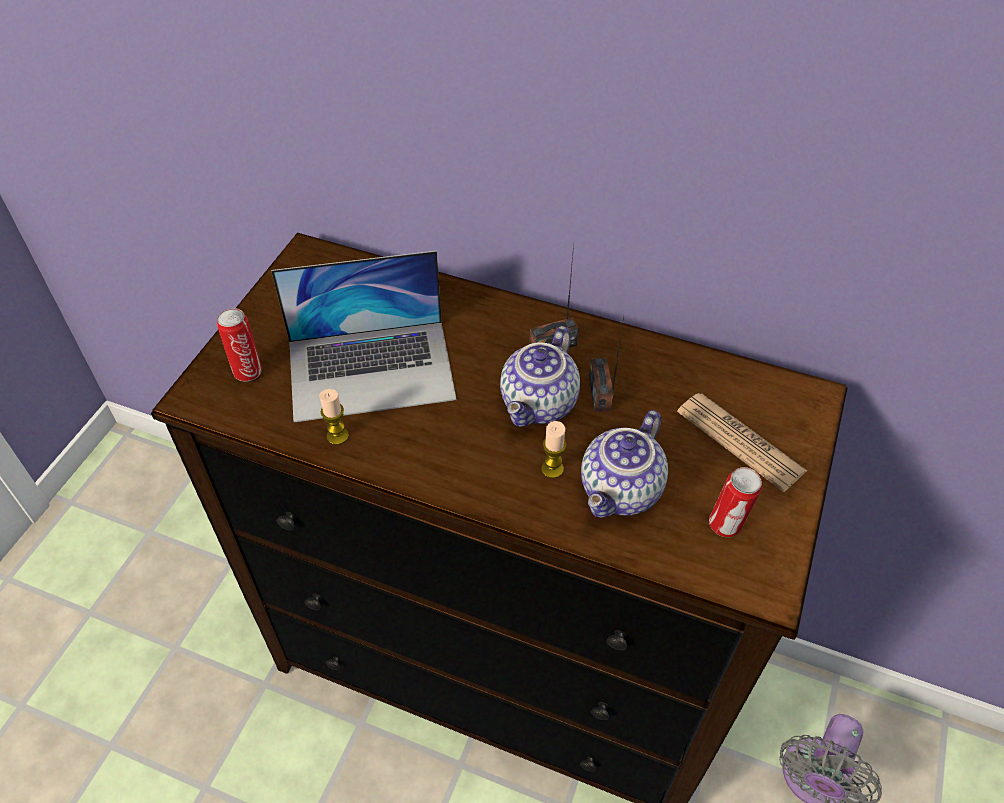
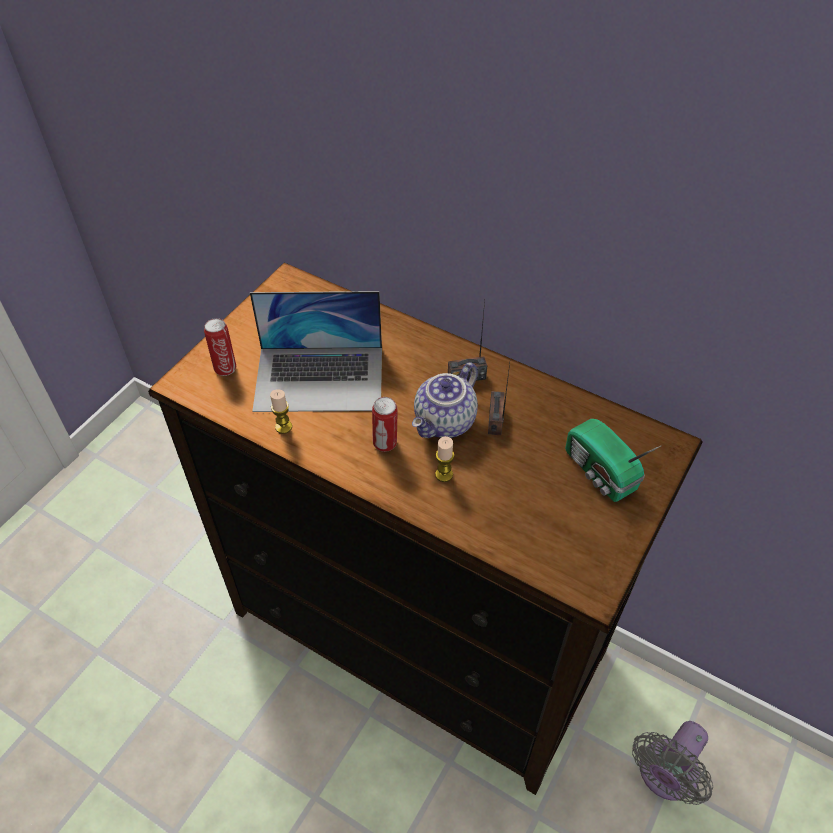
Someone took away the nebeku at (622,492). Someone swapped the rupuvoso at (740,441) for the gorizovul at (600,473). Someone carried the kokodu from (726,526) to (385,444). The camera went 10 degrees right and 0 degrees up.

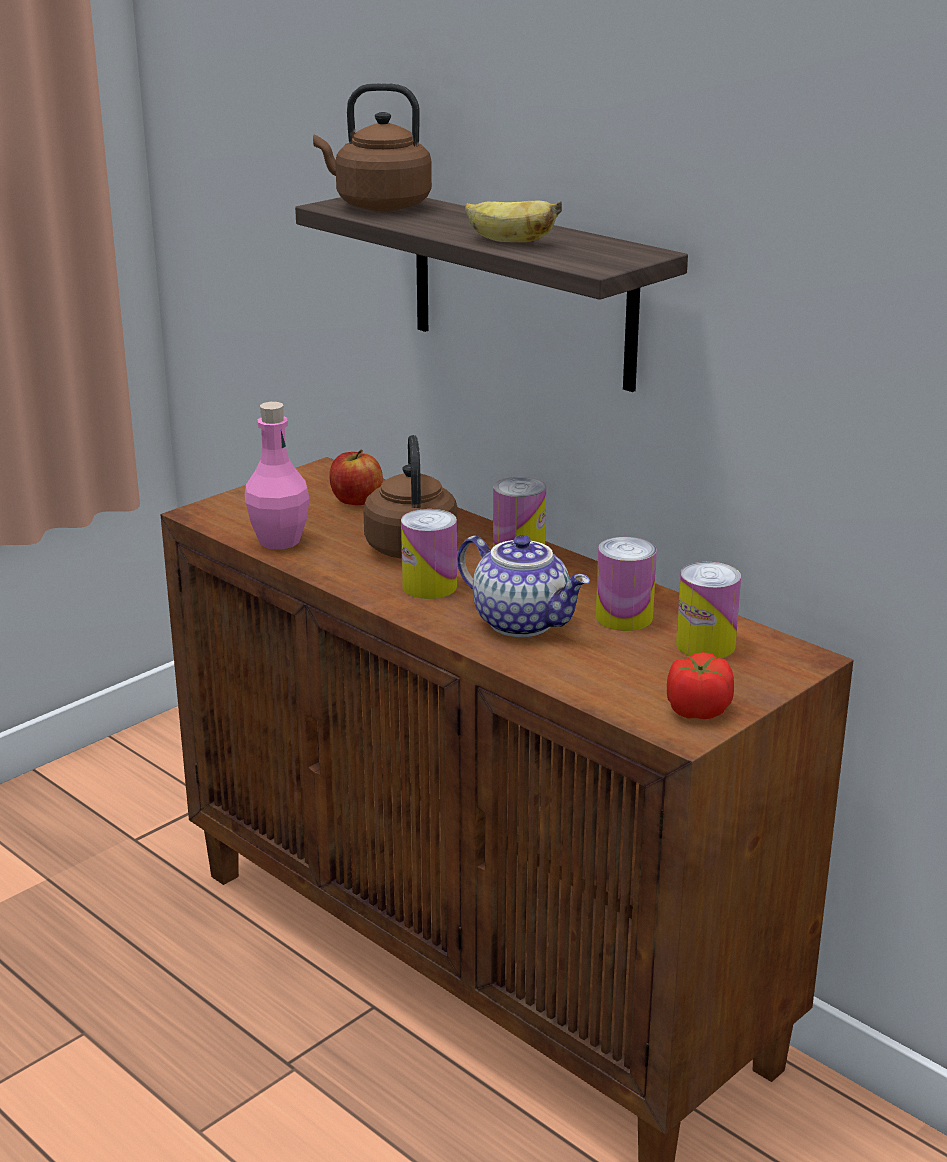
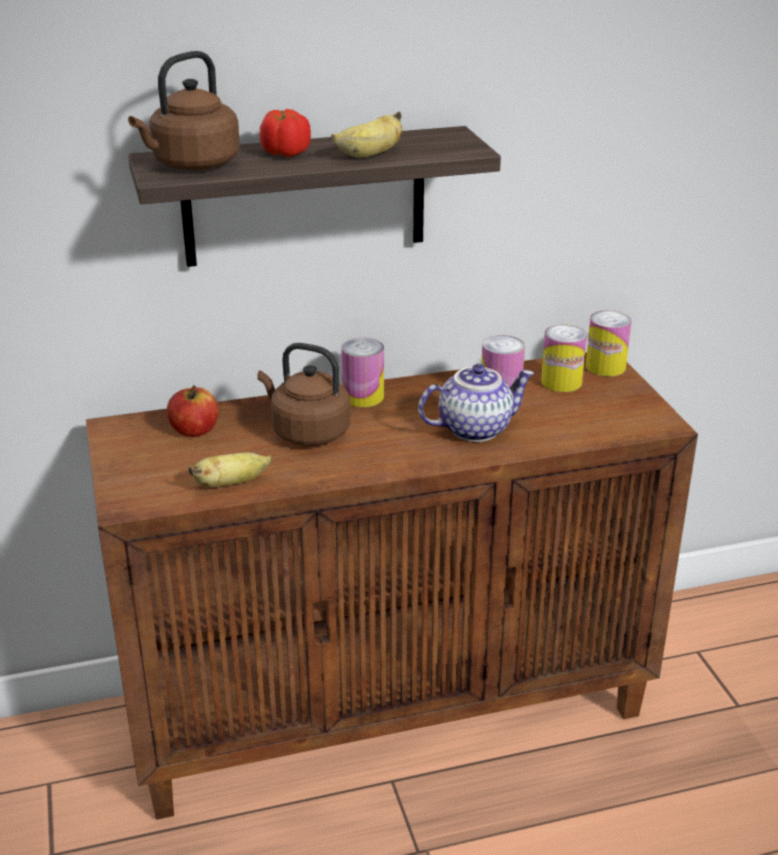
Someone swapped the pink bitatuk at (279,541) for the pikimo at (231,483). Someone carried the kokodu from (429,586) to (605,367). Someone carried the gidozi from (697,710) to (286,153). The camera went 60 degrees left and 5 degrees up.

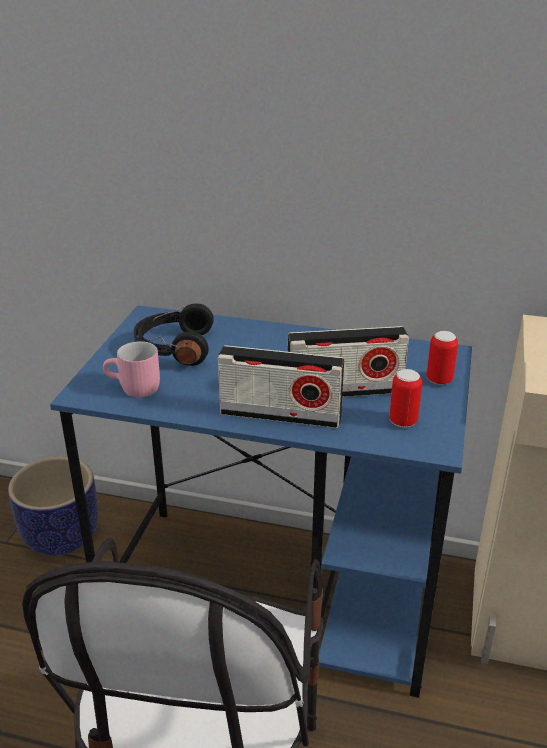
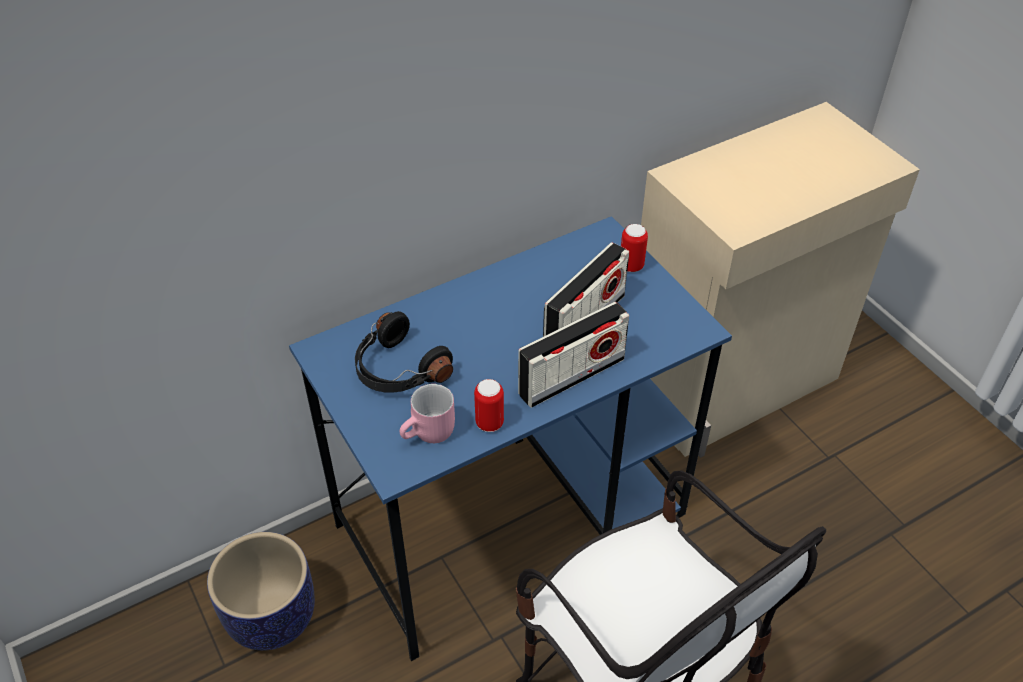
Someone carried the kokodu from (403,421) to (489,423). The camera went 45 degrees left and 15 degrees up.

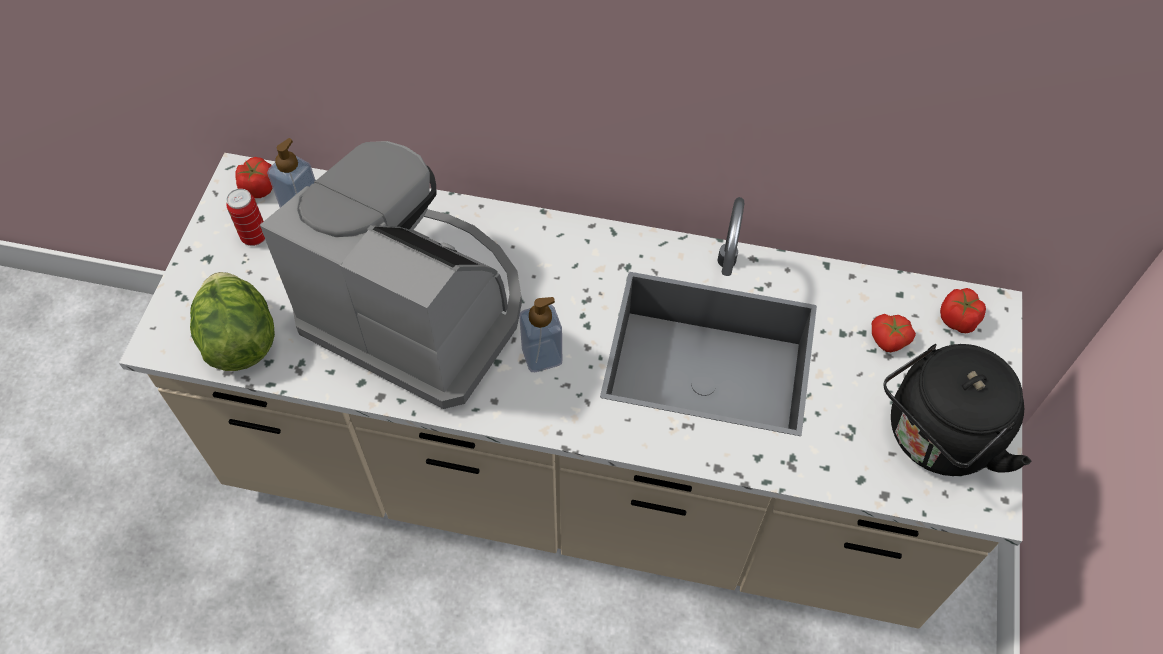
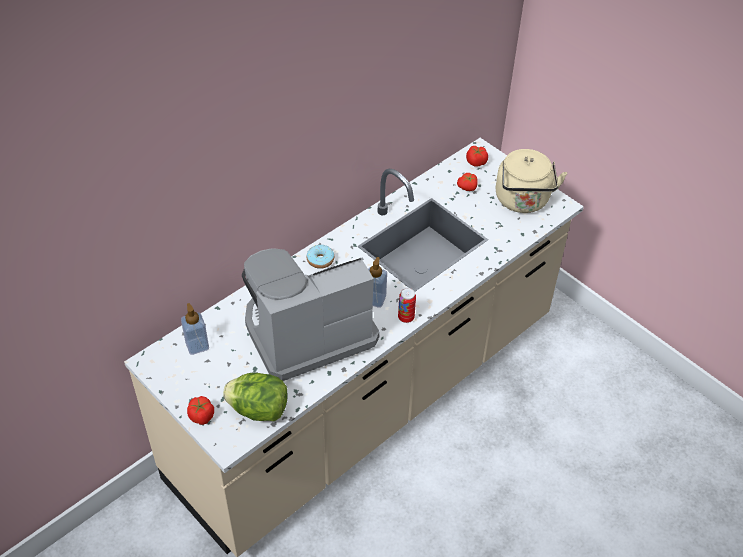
Someone carried the kokodu from (254,237) to (406,317). Someone carried the gidozi from (259,188) to (201,416). Someone repainted the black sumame at (936,438), which became the beige sumame at (523,201). Someone put down the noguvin at (320,260). The camera went 55 degrees left and 10 degrees down.

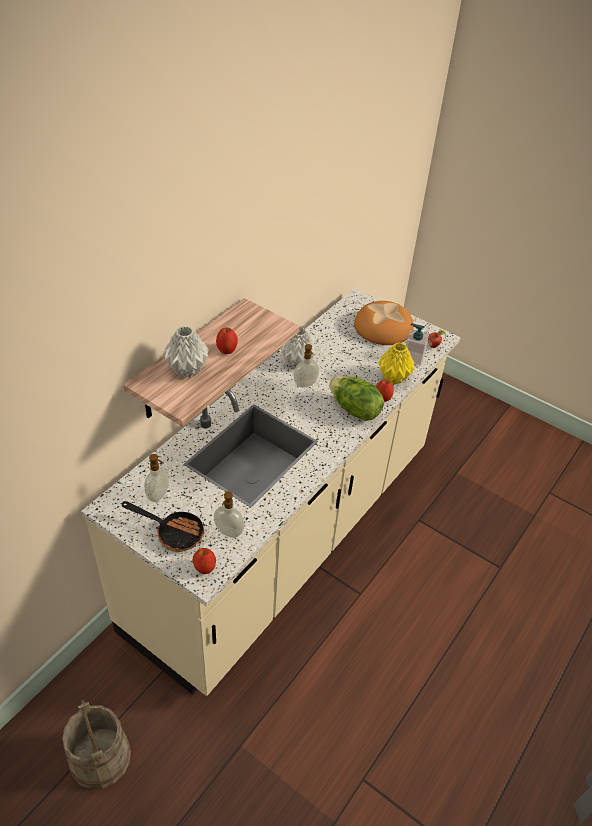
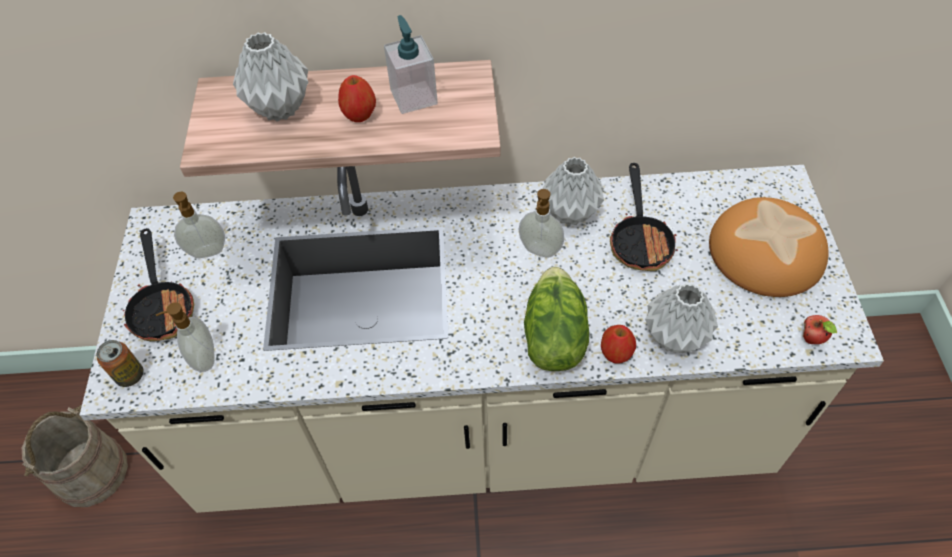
Someone swapped the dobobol at (204,568) for the kokodu at (130,375). Someone repainted the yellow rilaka at (393,378), which became the grey rilaka at (673,338). Someone carried the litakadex from (413,358) to (413,97). Someone put down the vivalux at (640,239). The camera went 55 degrees right and 10 degrees up.

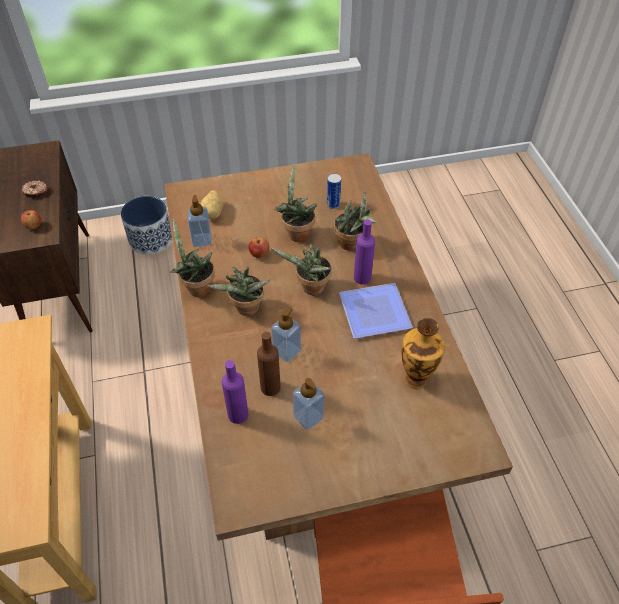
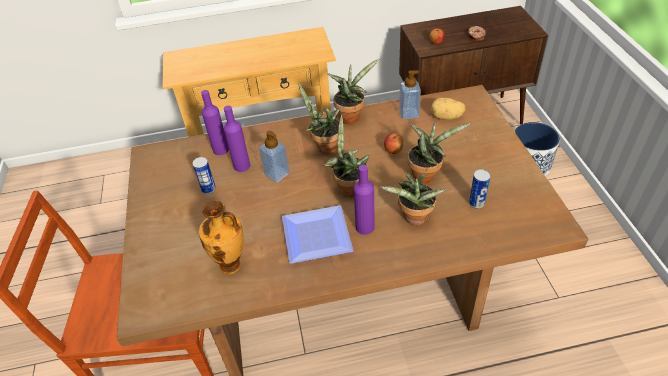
Someone repainted the brown bitatuk at (270,387), which became the purple bitatuk at (242,166). Someone swapped the litakadex at (308,416) for the kokodu at (208,189). The camera went 95 degrees right and 5 degrees down.

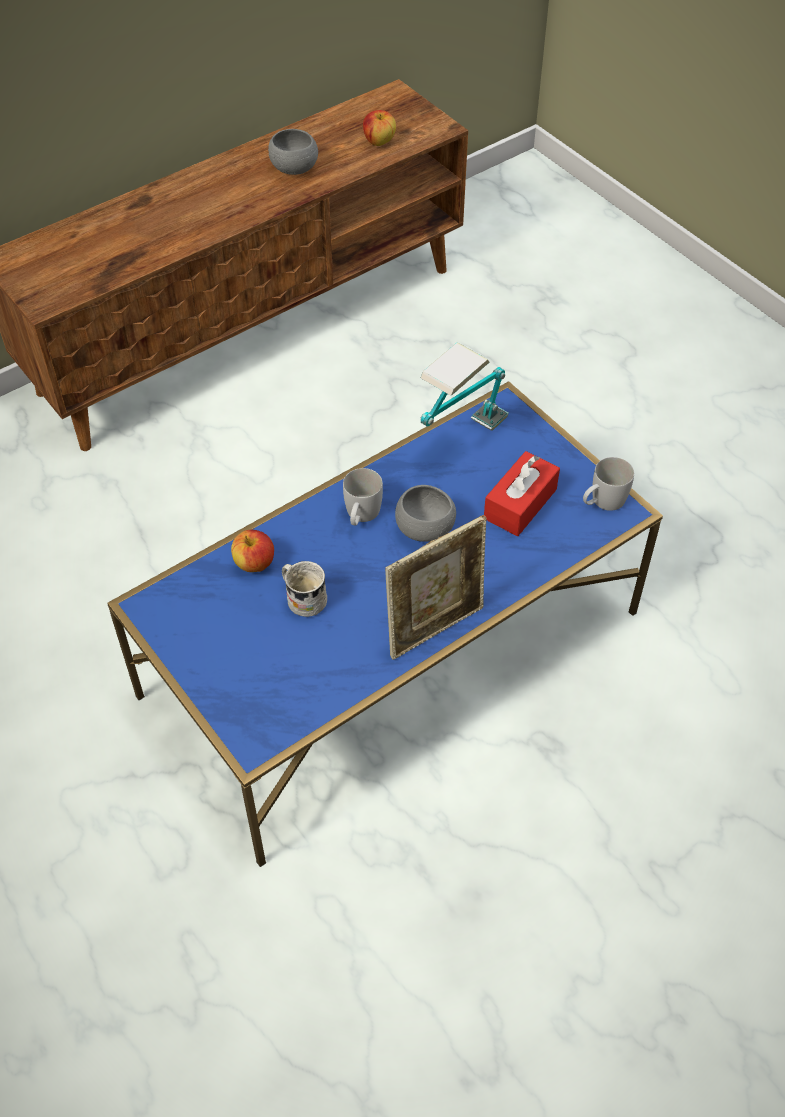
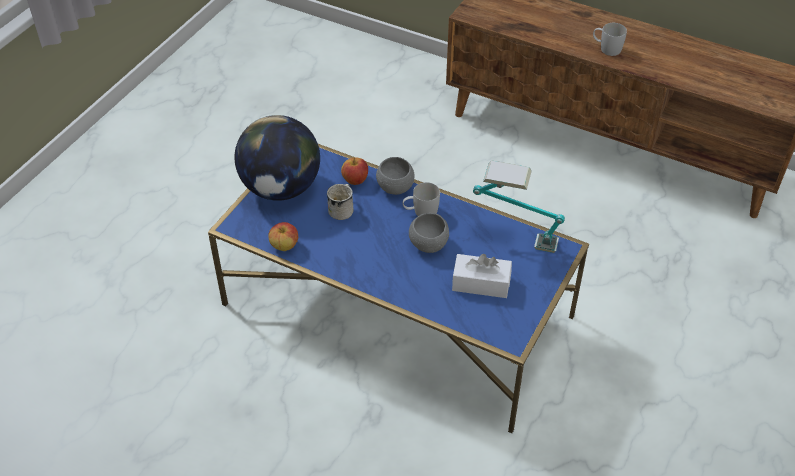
Someone carried the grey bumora from (294,169) to (395,187). Someone carried the dobobol from (379,141) to (284,246). Someone took away the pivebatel at (435,628). Someone repainted the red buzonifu at (520,504), which became the white buzonifu at (481,283). Someone carried the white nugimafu from (602,502) to (606,48). Someone put down the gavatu at (281,188). The camera went 65 degrees right and 5 degrees down.

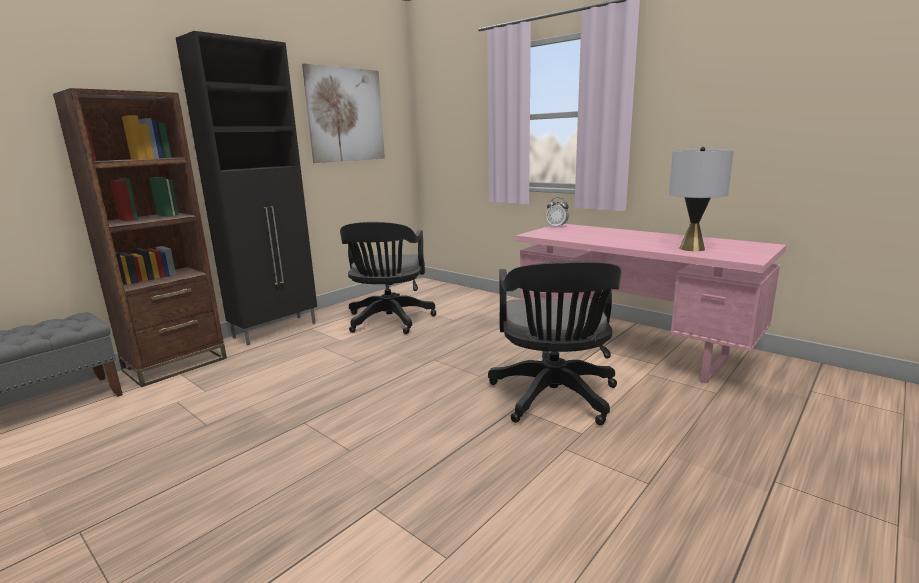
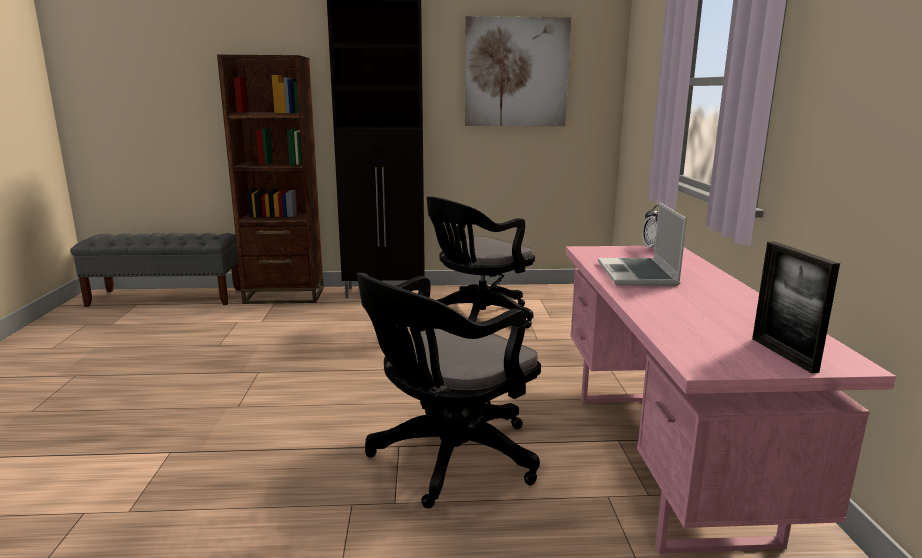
Someone took away the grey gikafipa at (691,248). Someone put down the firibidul at (638,274). Someone put down the pivebatel at (783,354). The camera went 45 degrees right and 0 degrees up.

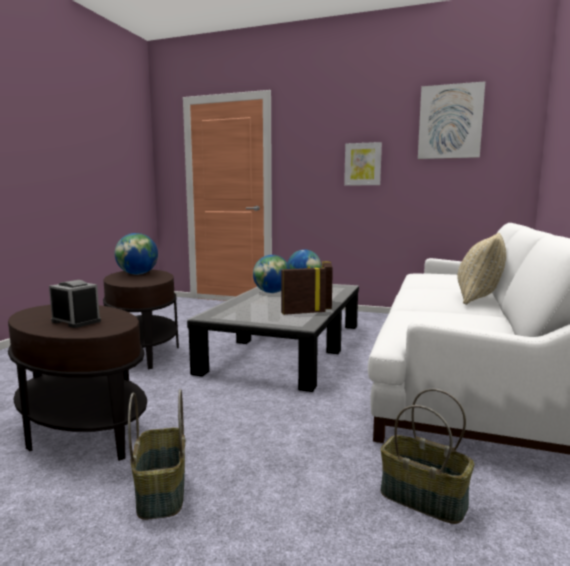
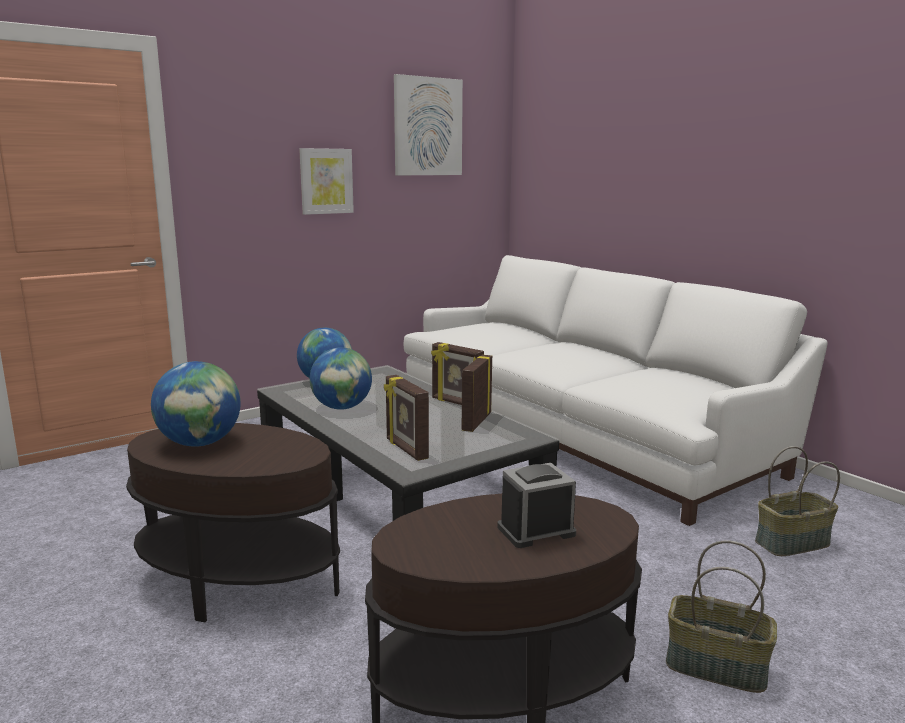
Someone took away the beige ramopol at (478,298). Someone put down the pivebatel at (406,449). The camera went 55 degrees left and 5 degrees up.

